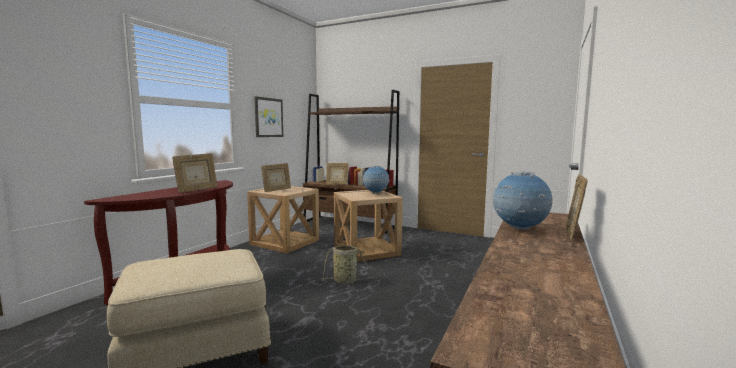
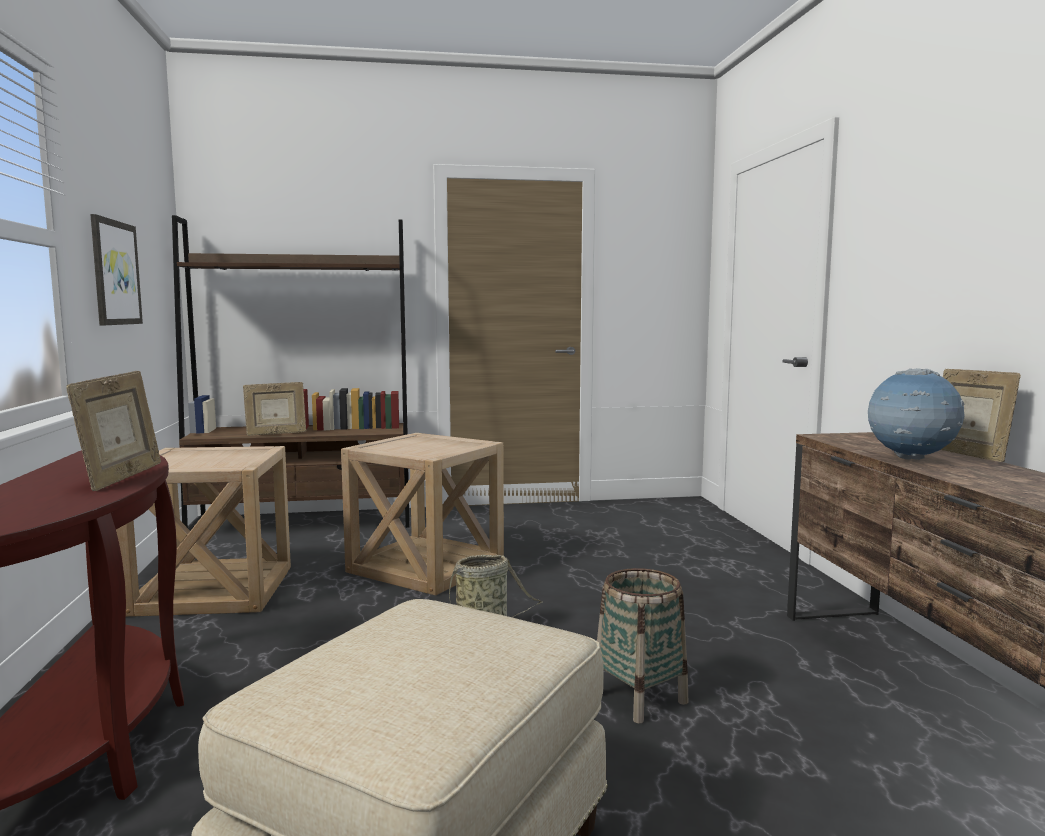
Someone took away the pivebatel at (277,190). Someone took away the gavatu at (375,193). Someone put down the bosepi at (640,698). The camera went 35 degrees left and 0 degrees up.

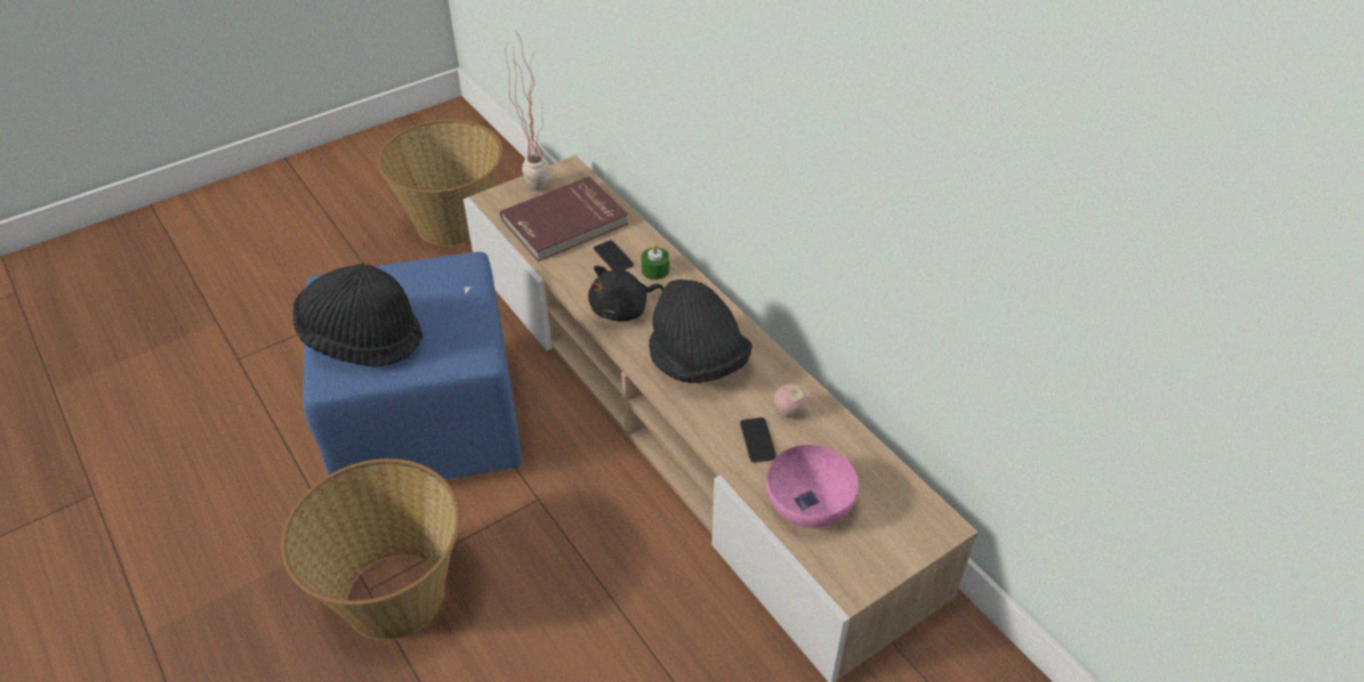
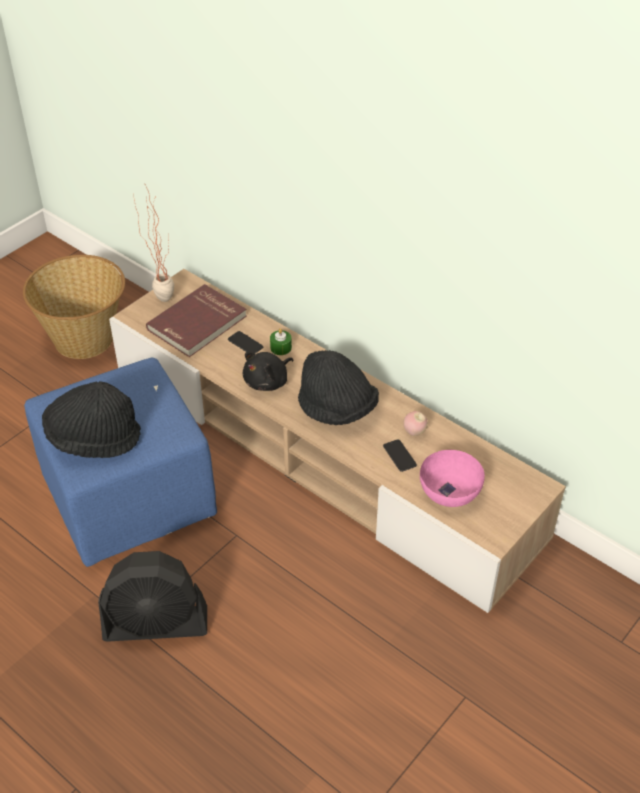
Someone swapped the bosepi at (395,594) for the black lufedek at (156,624). The camera went 15 degrees left and 0 degrees up.

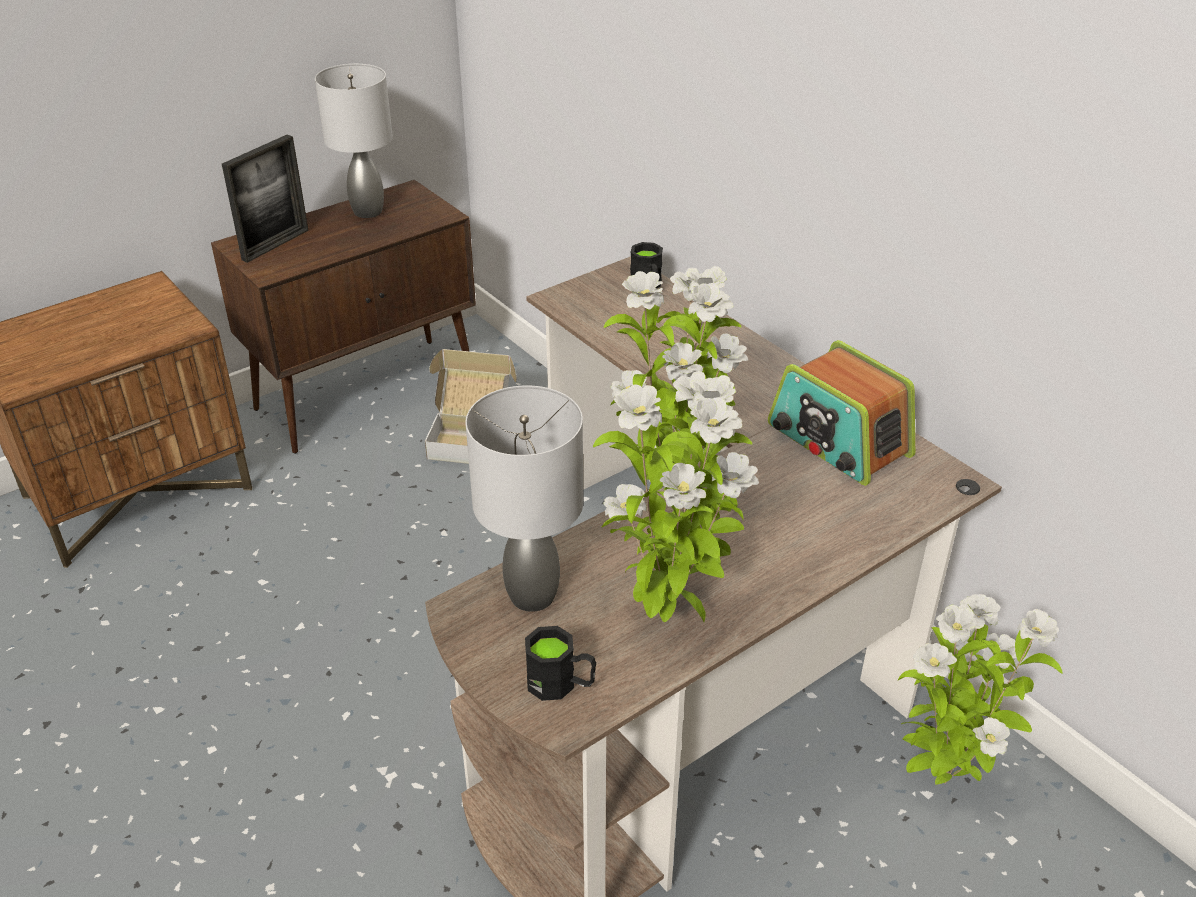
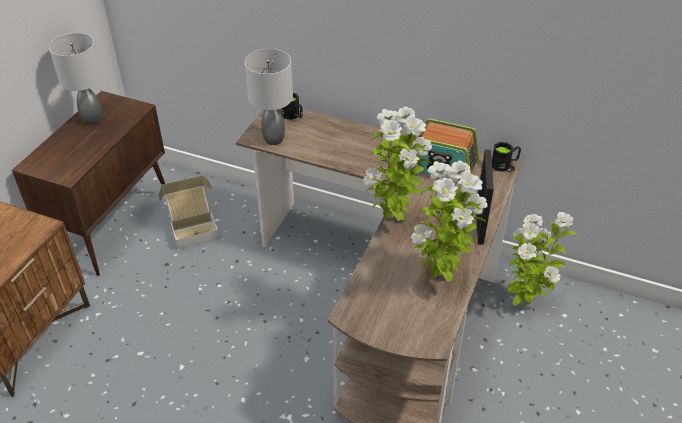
Someone carried the pivebatel from (275,245) to (479,223). Someone carried the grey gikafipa from (534,595) to (274,139). Someone carried the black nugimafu from (561,684) to (504,164). The camera went 30 degrees left and 5 degrees up.

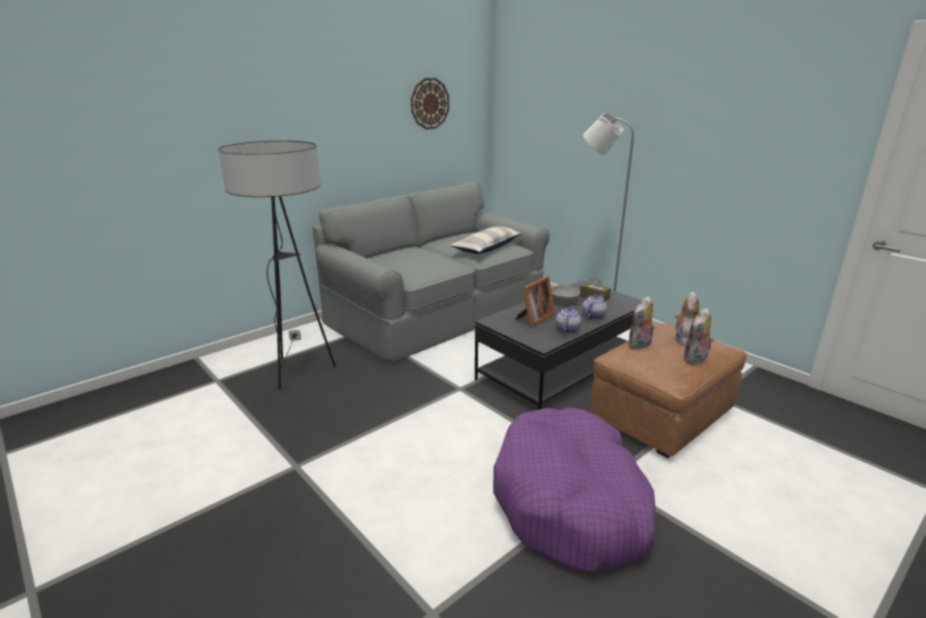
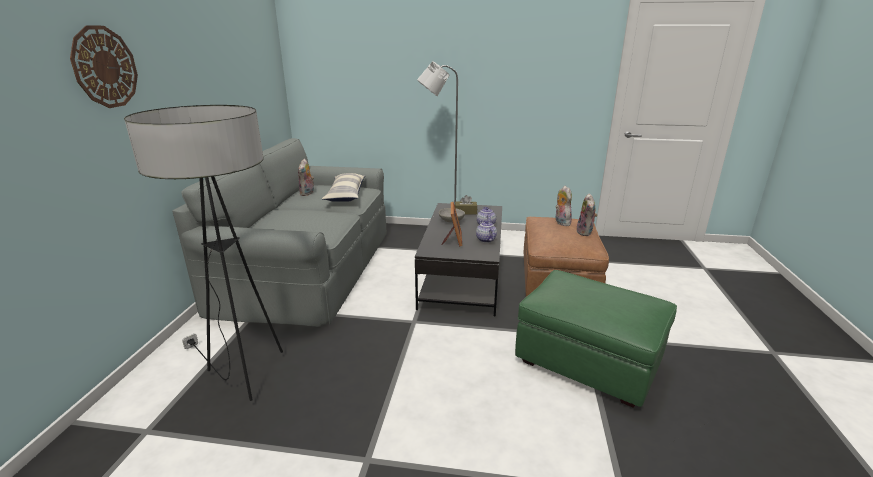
Someone carried the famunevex from (429,103) to (105,67). Someone swapped the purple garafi at (571,502) for the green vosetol at (587,362). Someone carried the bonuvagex from (640,346) to (307,193). The camera went 40 degrees left and 0 degrees up.

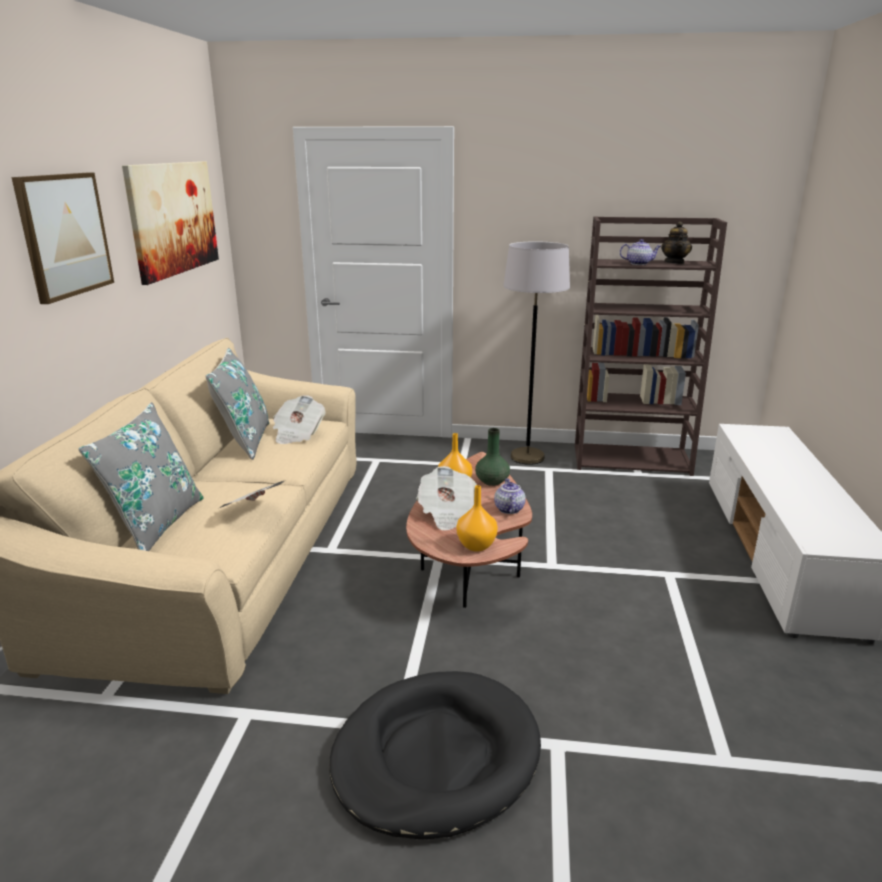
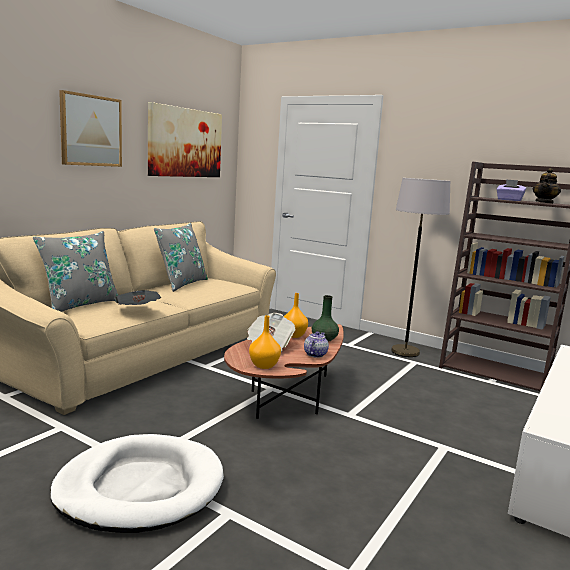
Someone took away the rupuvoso at (298,434). Someone repainted the black garafi at (435,756), which became the white garafi at (140,487). Someone swapped the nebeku at (639,263) for the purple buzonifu at (509,200). The camera went 25 degrees right and 10 degrees down.

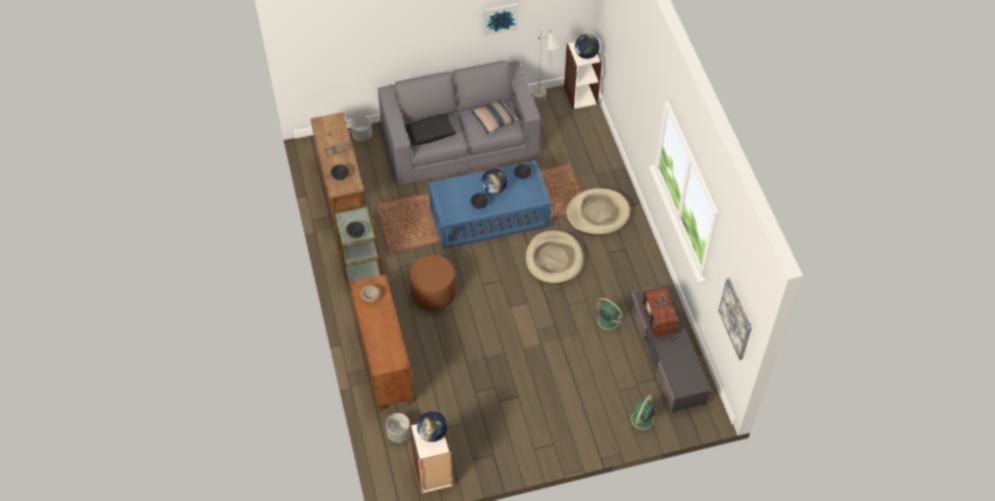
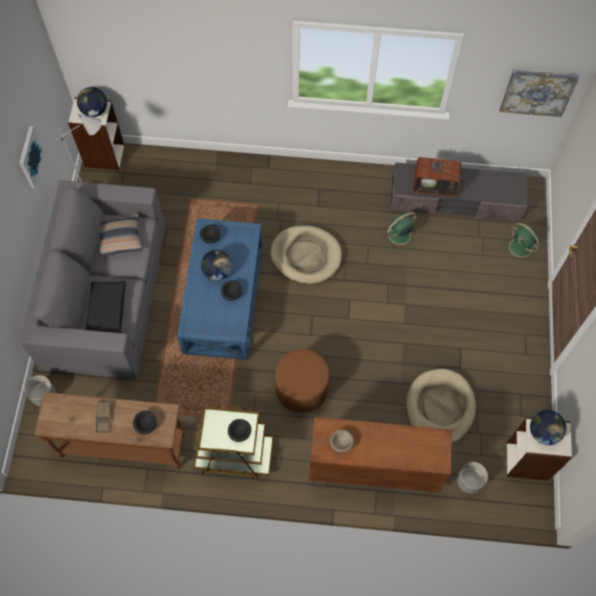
Someone carried the beige garafi from (597,214) to (440,407). The camera went 70 degrees left and 10 degrees up.

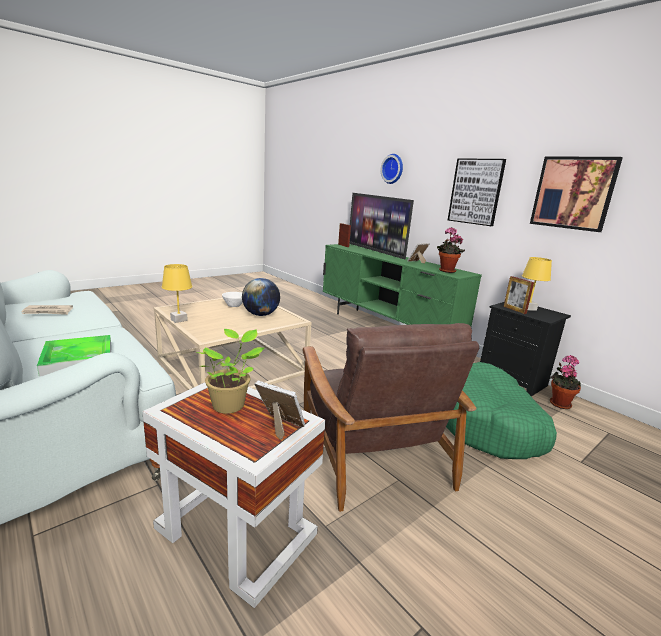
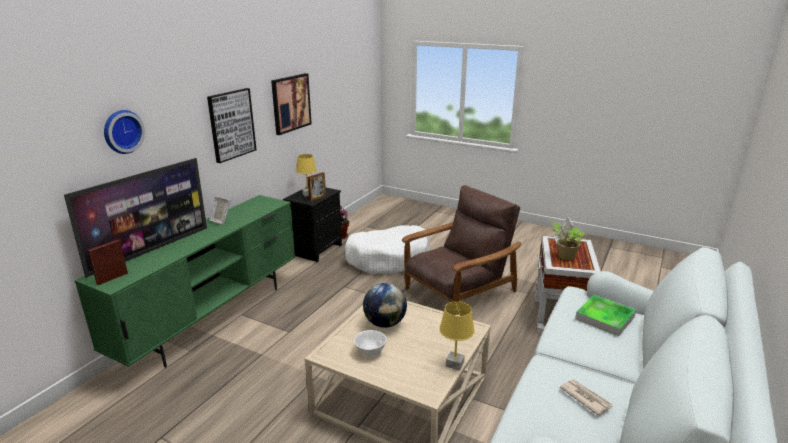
Someone took away the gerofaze at (446,271). Someone repainted the green garafi at (485,422), which became the white garafi at (389,258). The camera went 110 degrees left and 5 degrees up.

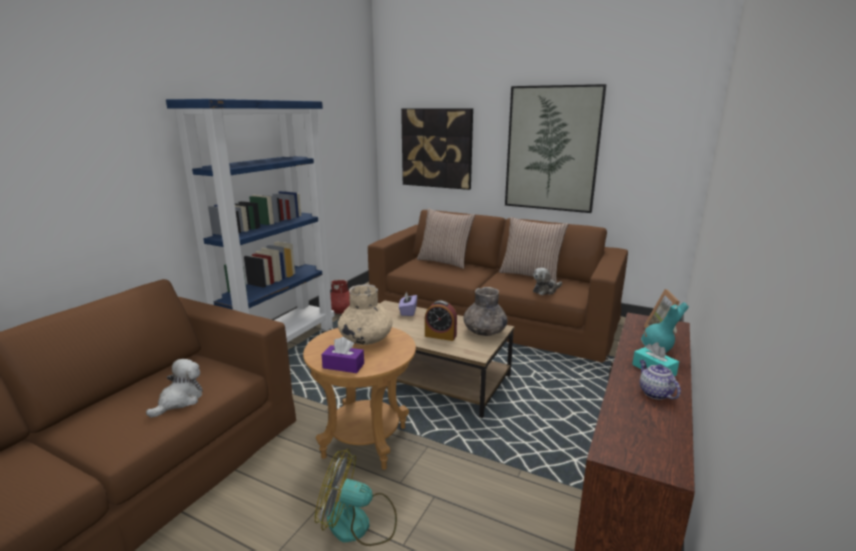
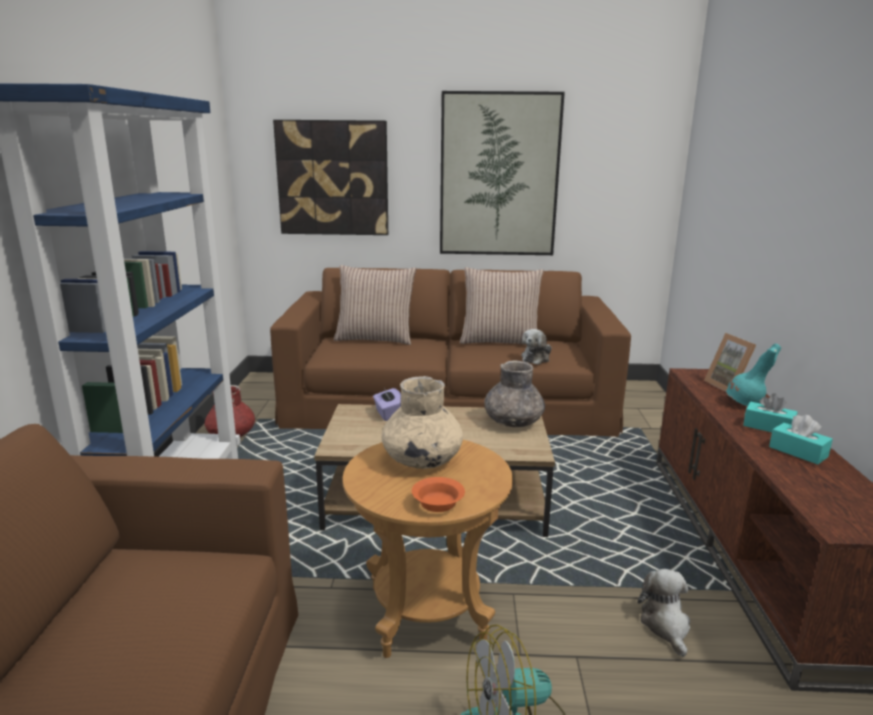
Someone carried the bonuvagex from (180,400) to (666,625). Someone swapped the purple buzonifu at (343,366) for the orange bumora at (437,504). Someone took away the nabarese at (440,336). Someone swapped the nebeku at (654,393) for the turquoise buzonifu at (798,452). The camera went 25 degrees left and 0 degrees up.

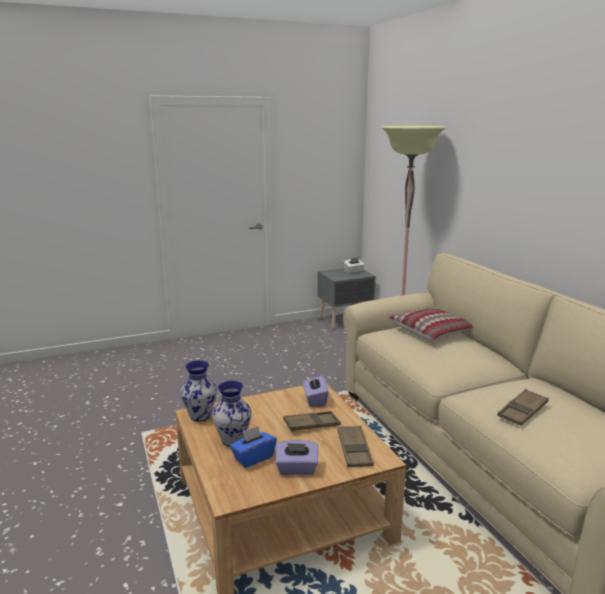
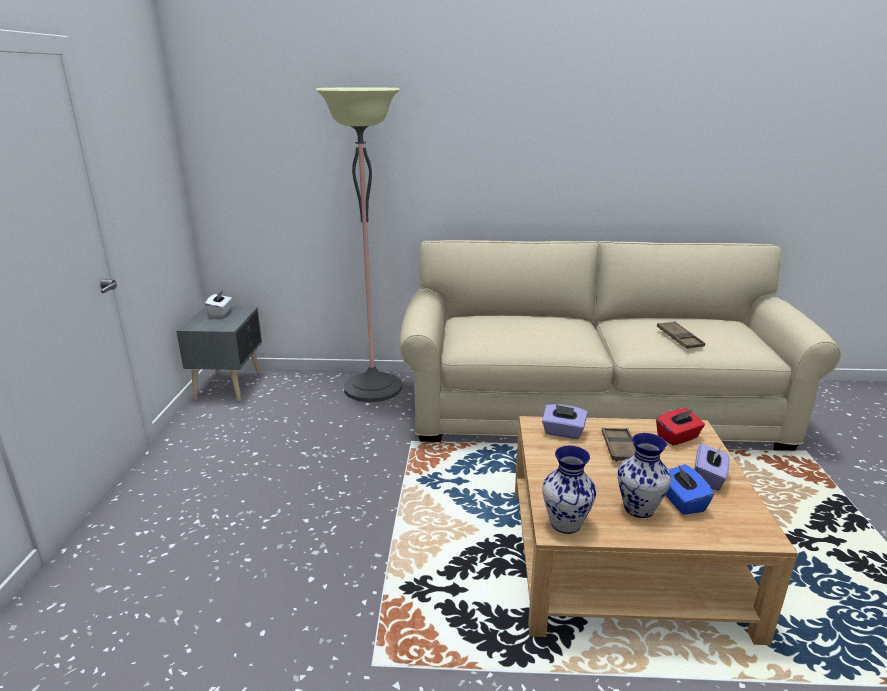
Someone swapped the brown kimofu at (354,450) for the red buzonifu at (678,437). Someone took away the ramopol at (432,331). The camera went 65 degrees left and 5 degrees up.

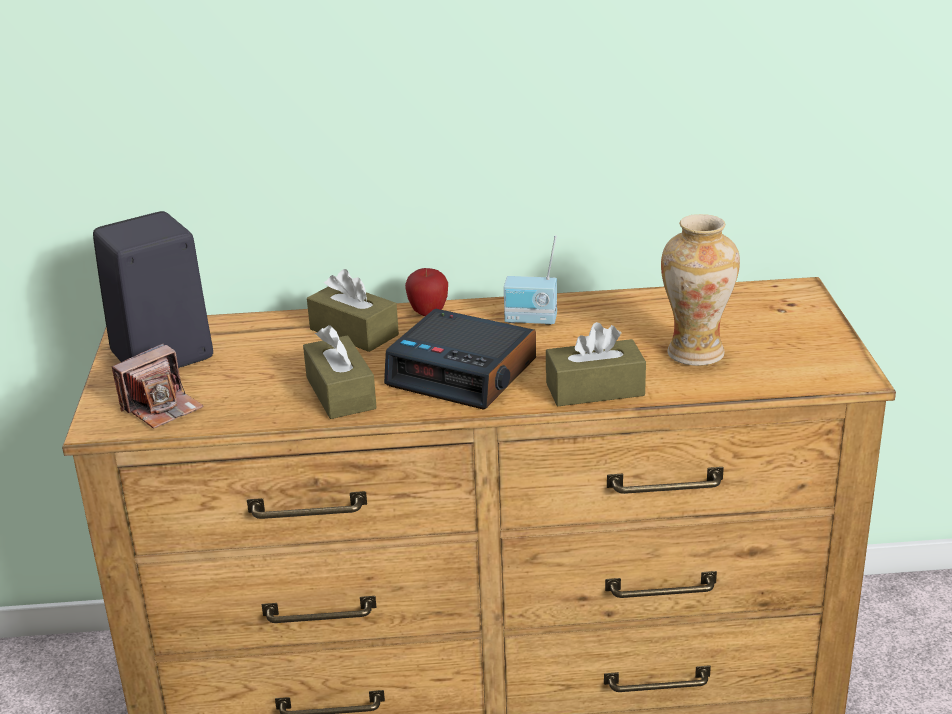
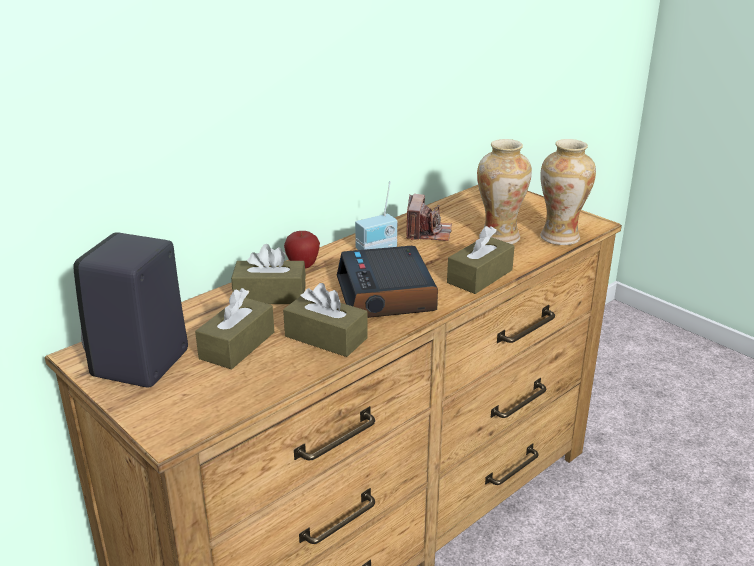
Someone carried the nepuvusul from (162,407) to (428,232). Someone rotated the nabarese at (464,373) by 90 degrees clockwise. Someone put down the brown buzonifu at (237,345). Someone put down the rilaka at (560,237). The camera went 40 degrees left and 0 degrees up.

